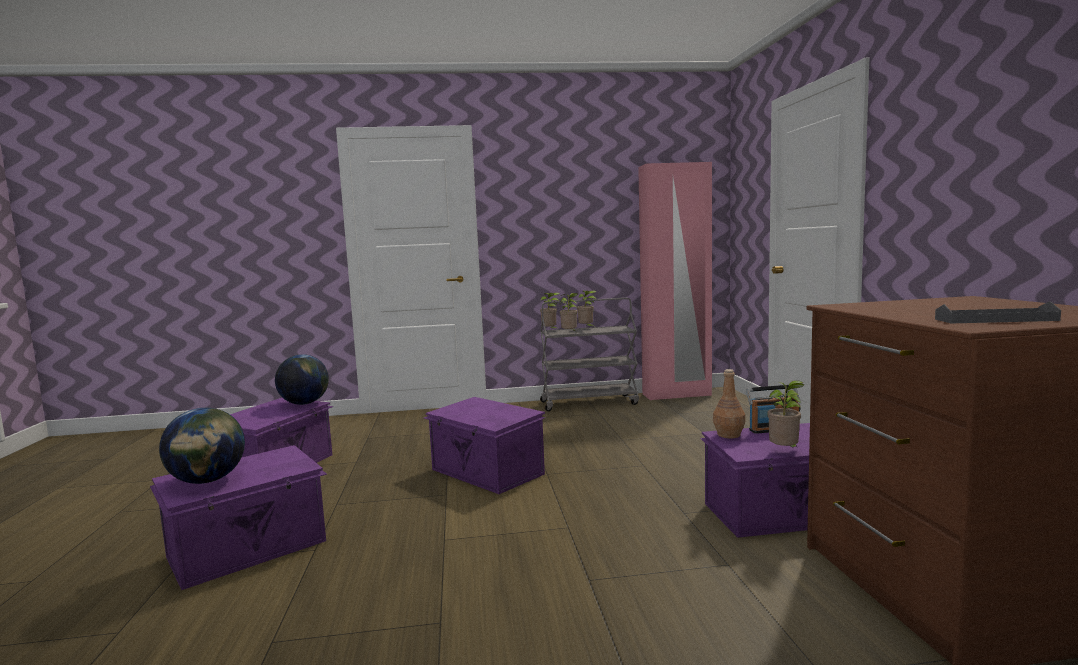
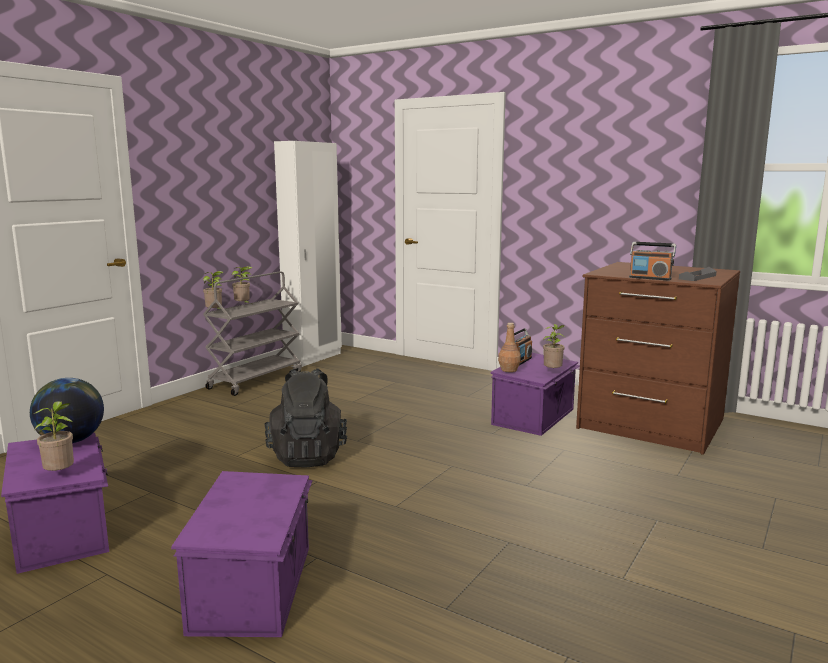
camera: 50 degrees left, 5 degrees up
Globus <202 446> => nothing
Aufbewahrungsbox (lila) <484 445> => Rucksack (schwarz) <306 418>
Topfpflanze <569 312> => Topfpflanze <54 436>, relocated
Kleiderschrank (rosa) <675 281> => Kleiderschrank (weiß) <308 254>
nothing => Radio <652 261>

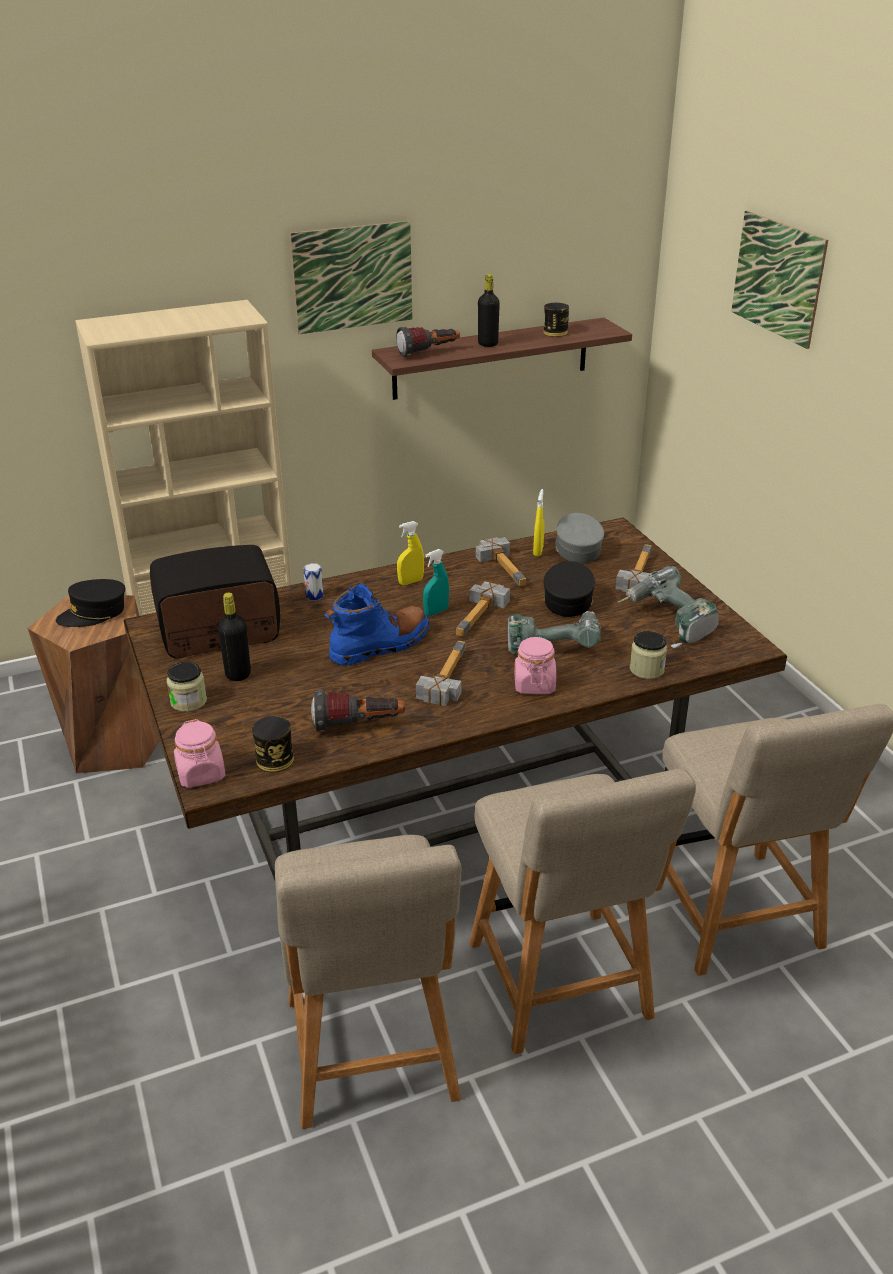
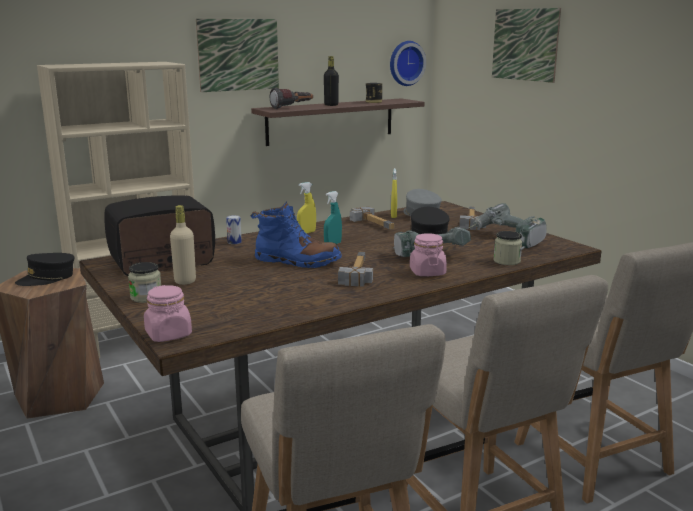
camera: 10 degrees left, 15 degrees down
Flasche (schwarz) <234 637> => Flasche (beige) <183 245>
Dose <273 744> => nothing
Taschenlampe <358 710> => nothing
Stiefel (blau) <377 624> => Stiefel (blau) <296 235>, 60 degrees clockwise
Hammer <483 608> => nothing
nothing => Wanduhr <408 63>

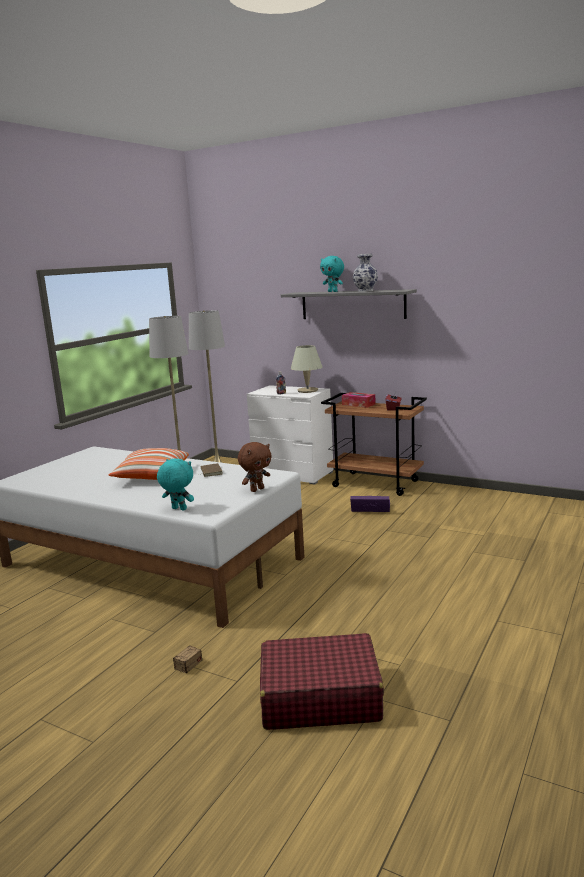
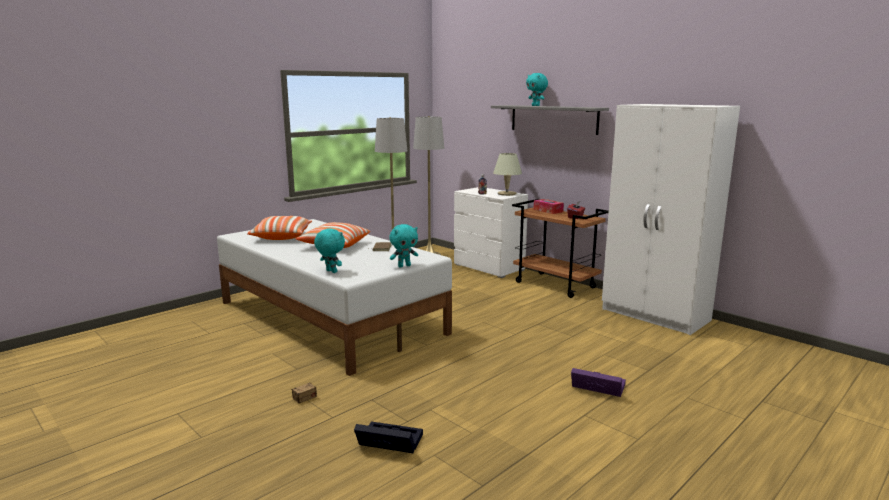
camera: 15 degrees right, 0 degrees up
Plüschtier (braun) <255 467> => Plüschtier (türkis) <403 245>
Koffer (rot) <322 681> => Aufbewahrungsbox (schwarz) <388 437>
Aufbewahrungsbox (lila) <370 504> => Aufbewahrungsbox (lila) <598 382>, relocated
Vase <365 273> => nothing
nothing => Kissen <279 228>
nothing => Kleiderschrank (weiß) <671 219>

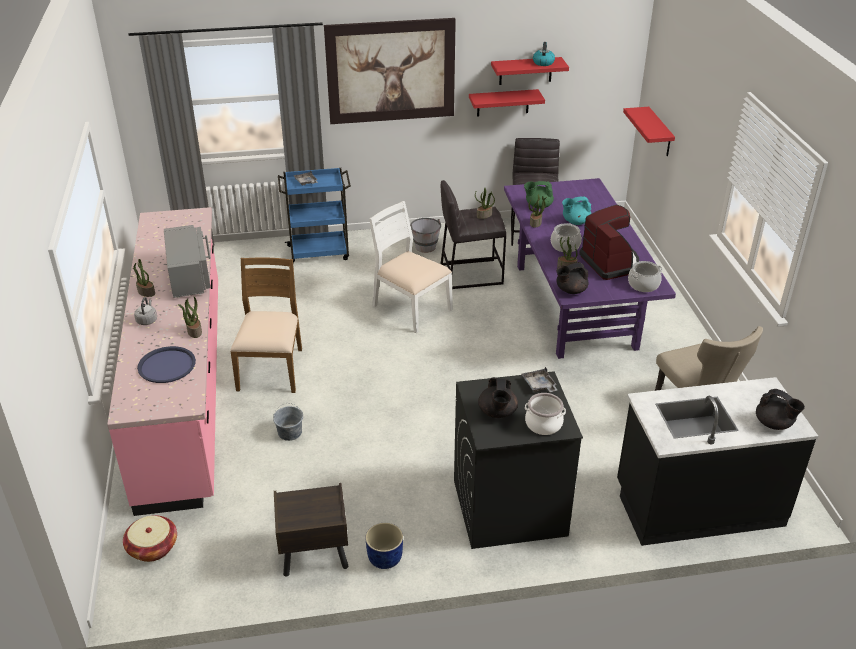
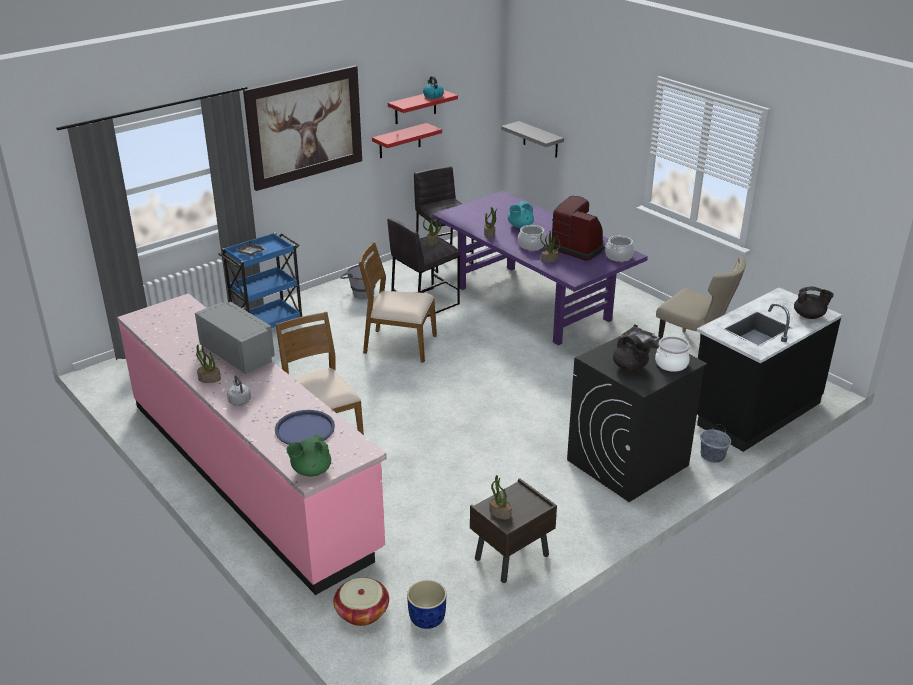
camera: 30 degrees left, 5 degrees down
Topfpflanze <190 317> => Topfpflanze <500 497>, relocated
Eimer (grau) <288 422> => Eimer (grau) <715 443>, relocated
Pflanzkübel (blau) <384 546> => Pflanzkübel (blau) <427 604>, relocated
Stuhl (weiß) <411 267> => Stuhl (braun) <398 302>
Teekanne (grün) <539 195> => Teekanne (grün) <308 455>, relocated
Teekanne (schwarz) <572 278> => nothing
Wandregal (rot) <649 131> => Wandregal (grau) <532 139>

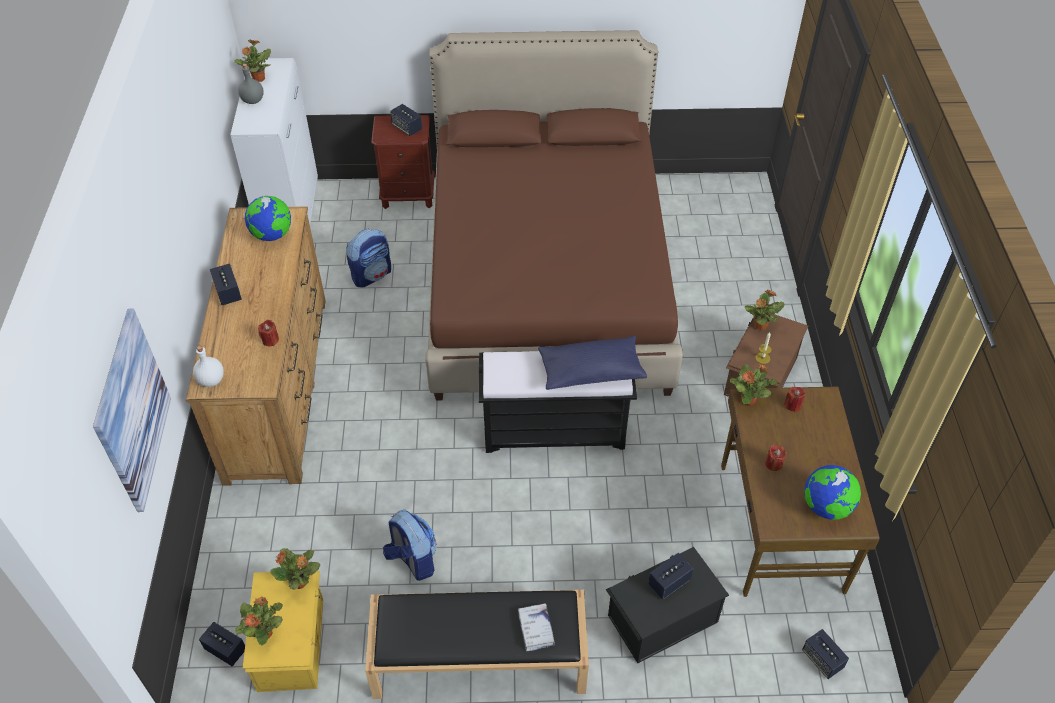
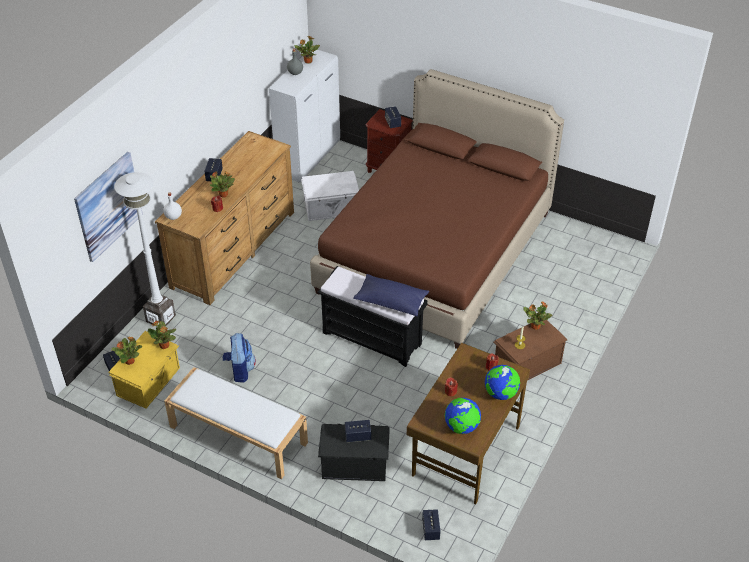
camera: 30 degrees right, 5 degrees down
Globus <268 218> => Globus <502 382>, relocated
Rucksack <368 258> => Aufbewahrungsbox (weiß) <330 196>
Bank (schwarz) <477 644> => Bank (weiß) <236 423>
Buch (weiß) <536 627> => nothing
Topfpflanze <754 385> => Topfpflanze <222 184>, relocated
nothing => Stehlampe (weiß) <145 249>

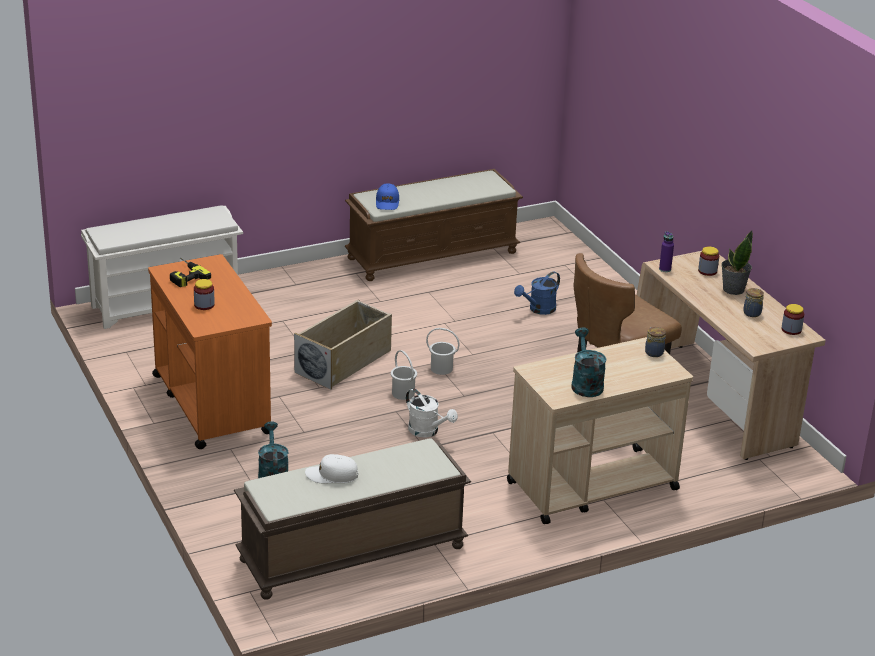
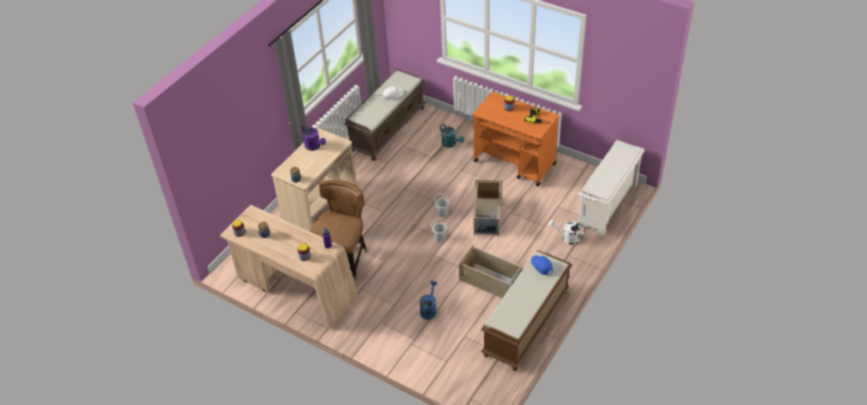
camera: 150 degrees right, 15 degrees up
Gießkanne (weiß) <432 412> => Gießkanne (weiß) <567 232>, relocated
Gießkanne (türkis) <589 362> => Gießkanne (lila) <314 138>
Topfpflanze <737 262> => nothing
nothing => Aufbewahrungsbox (beige) <490 271>

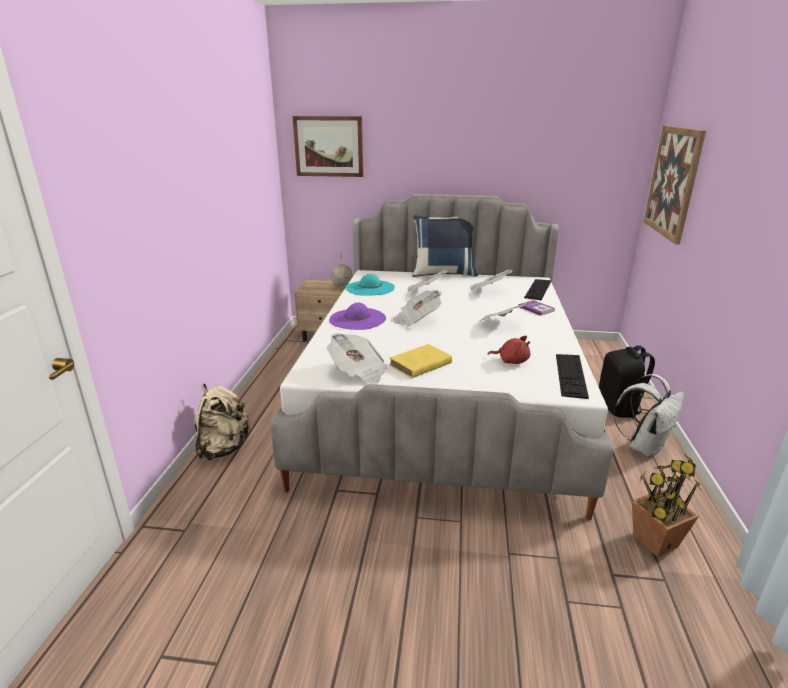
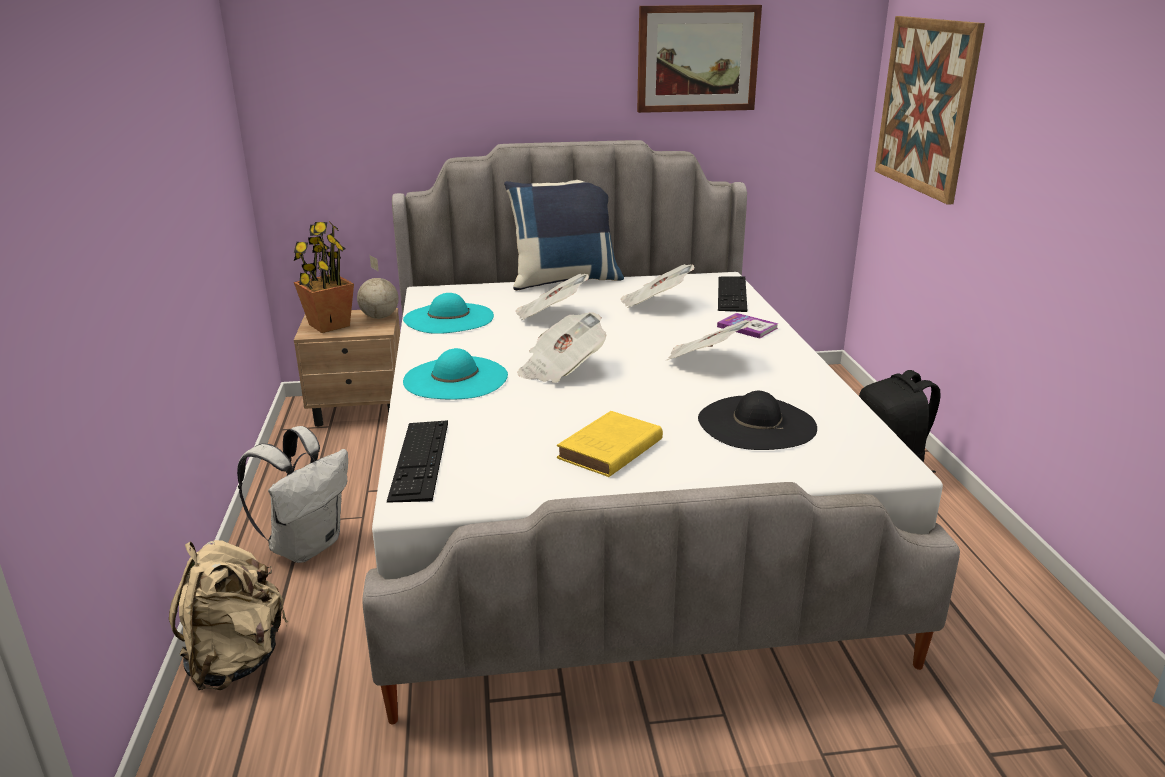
camera: 15 degrees left, 0 degrees up
Bild <328 146> => Bild <699 59>, relocated
Zeitung <357 359> => nothing
Hut (lila) <357 316> => Hut (türkis) <455 374>
Plüschtier (rot) <509 350> => Hut (schwarz) <757 420>
Tastatur <572 376> => Tastatur <417 461>, relocated
Rucksack (weiß) <649 415> => Rucksack (weiß) <292 494>, relocated
Topfpflanze <667 505> => Topfpflanze <324 277>, relocated

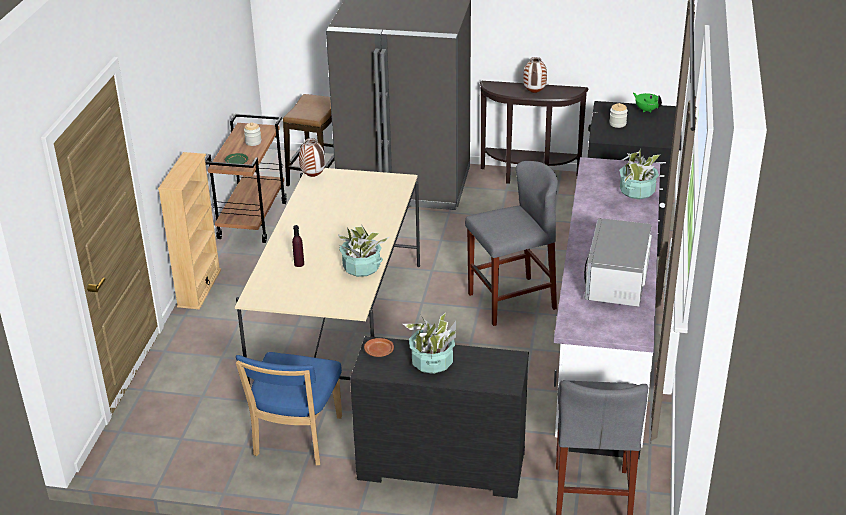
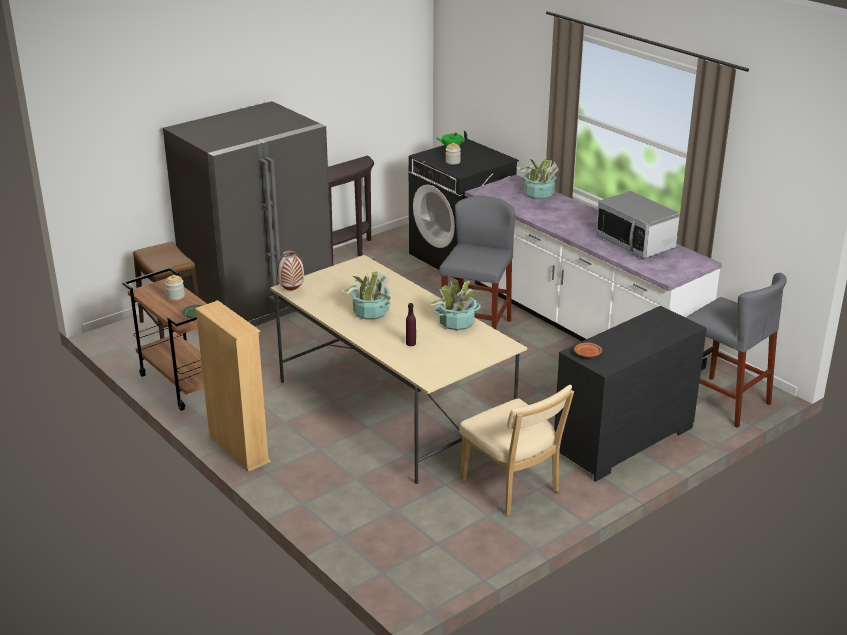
camera: 50 degrees left, 5 degrees down
Stuhl (blau) <289 408> => Stuhl (beige) <516 450>
Topfpflanze <429 343> => Topfpflanze <366 295>, relocated
Vase <535 75> => nothing

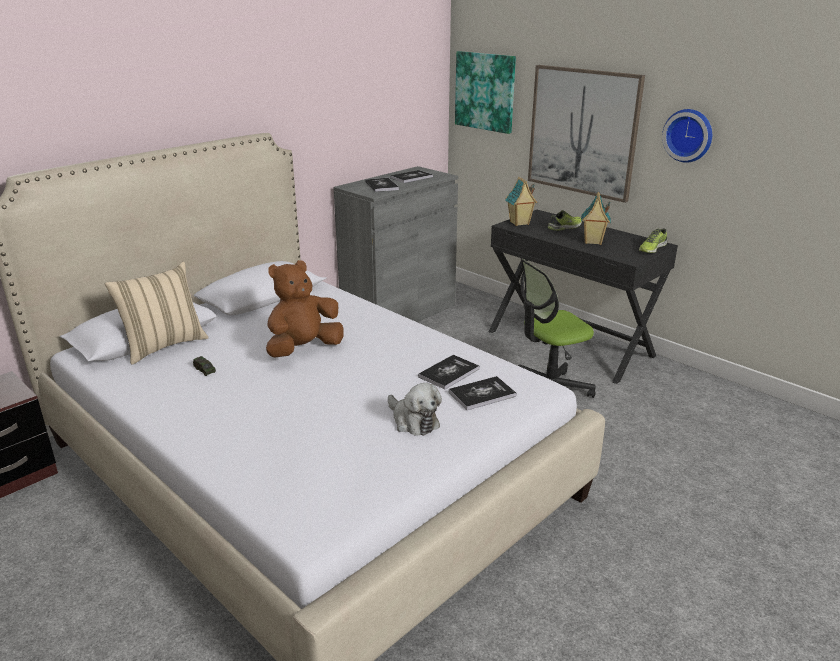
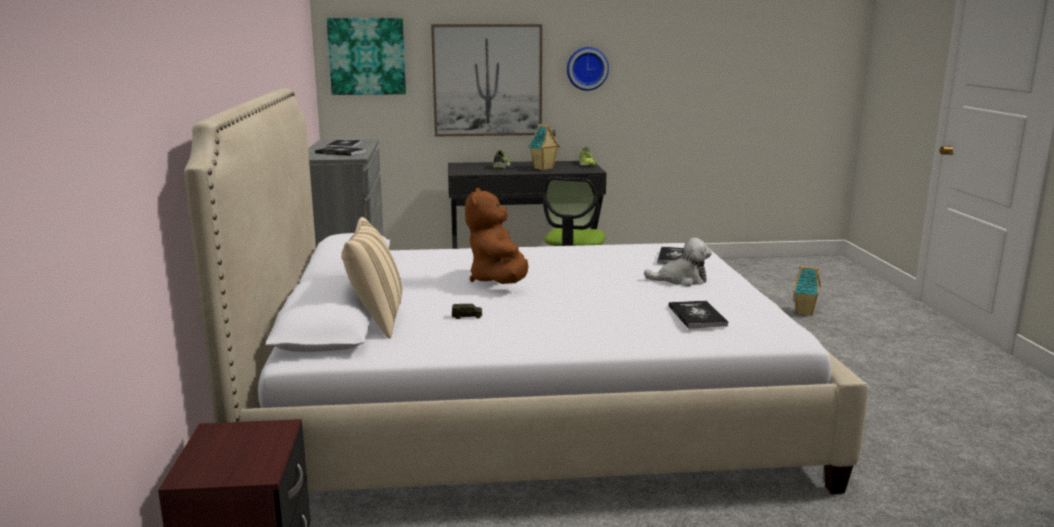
camera: 50 degrees left, 10 degrees down
Buch <448 372> => Buch <698 314>, relocated
Spielzeughaus <521 201> => Spielzeughaus <807 291>, relocated

